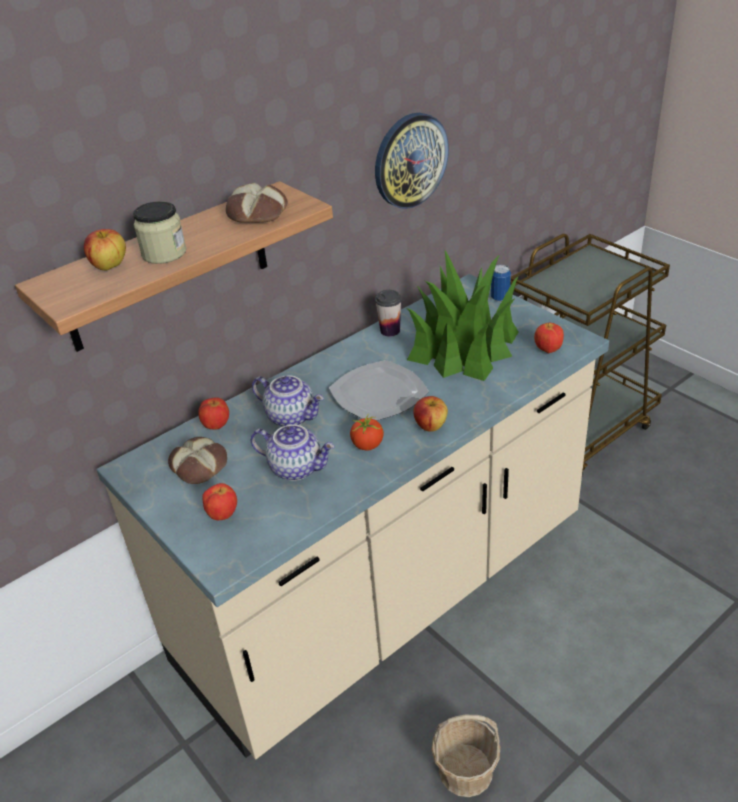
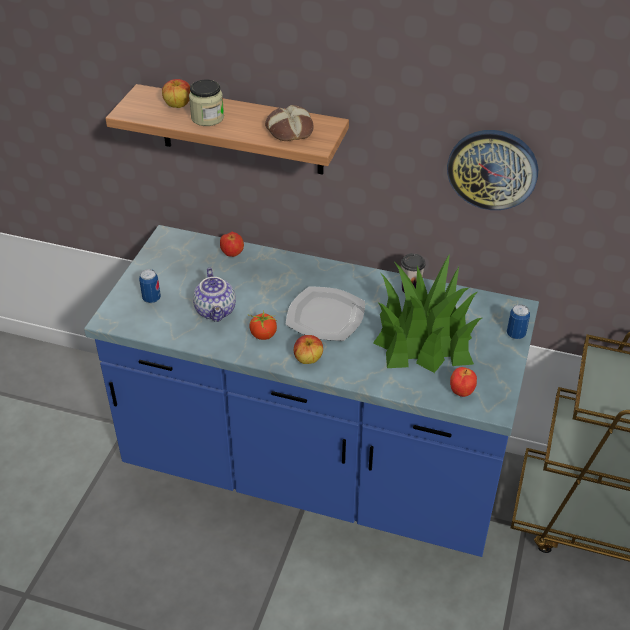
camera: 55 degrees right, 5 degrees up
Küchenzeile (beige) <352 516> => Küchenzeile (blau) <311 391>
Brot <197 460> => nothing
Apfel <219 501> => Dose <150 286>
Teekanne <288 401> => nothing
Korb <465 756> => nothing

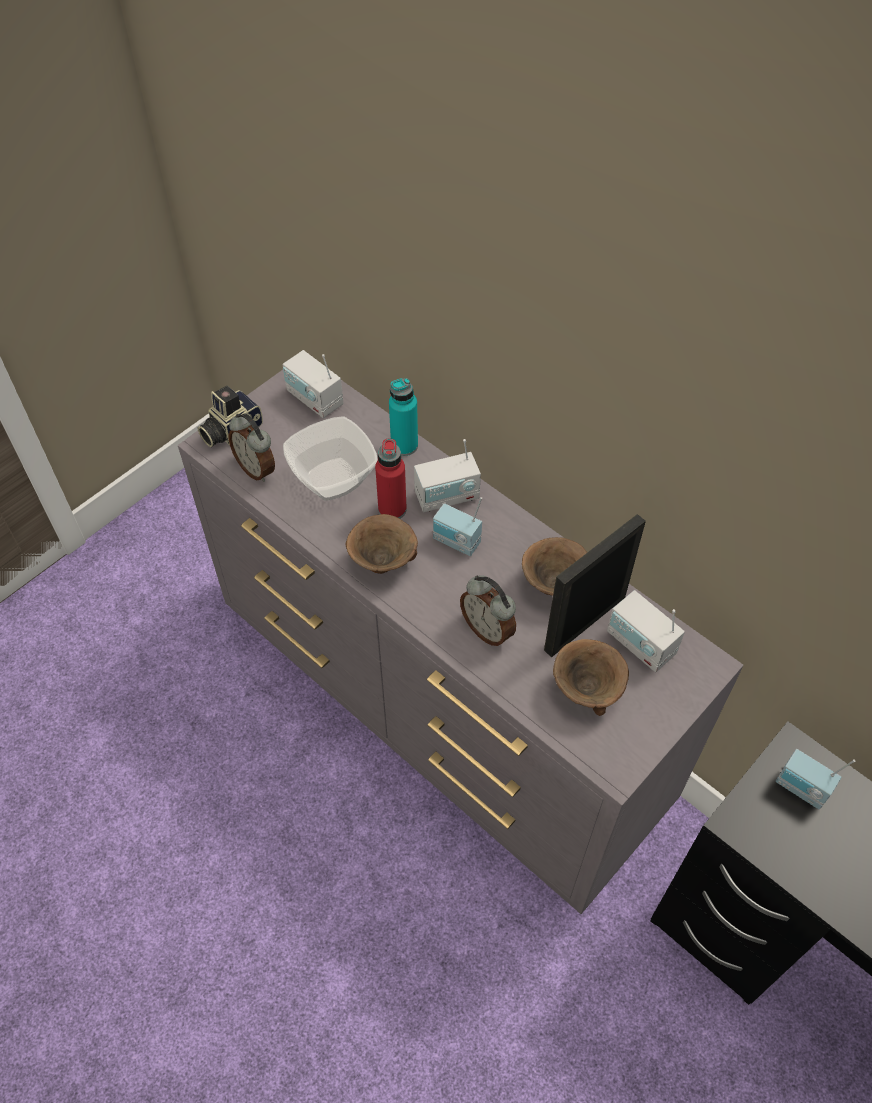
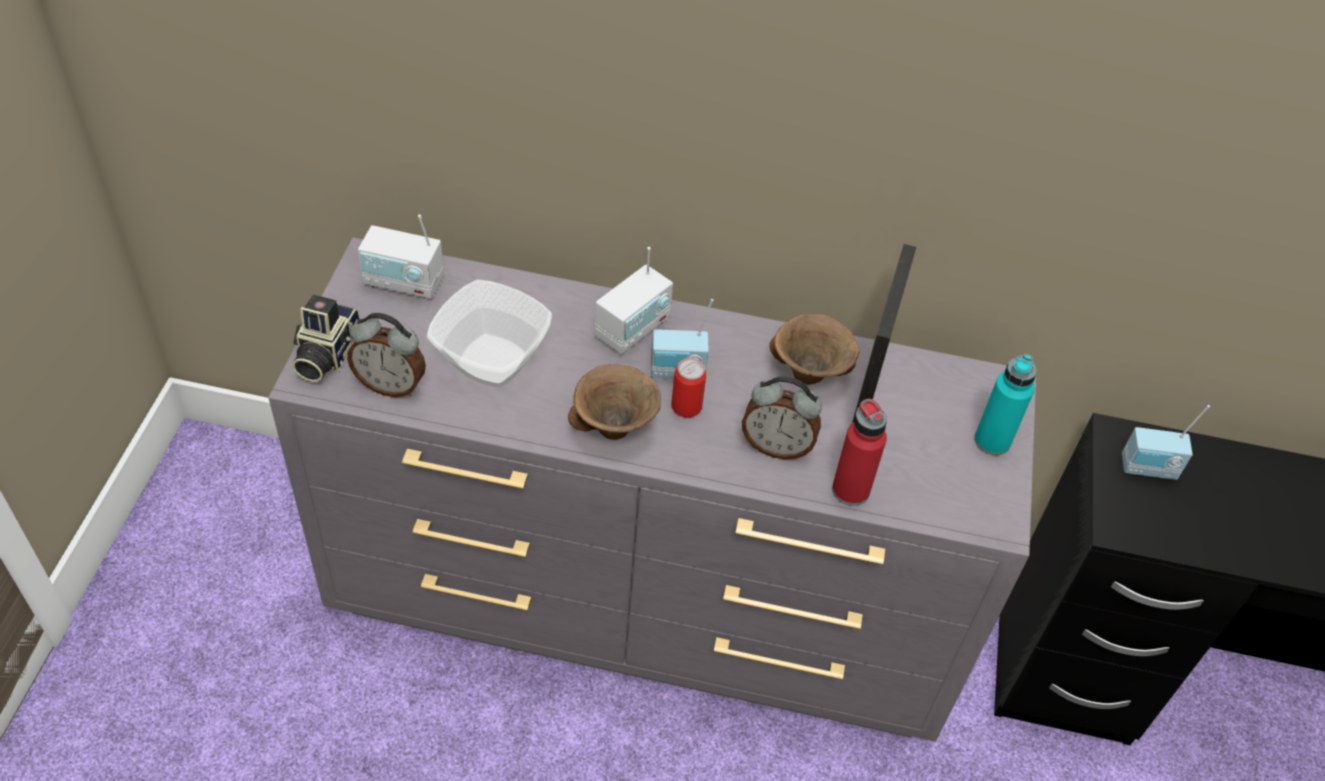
camera: 35 degrees left, 5 degrees down
Flasche (rot) <391 478> => Flasche (rot) <859 452>, relocated
Flasche (türkis) <403 417> => Flasche (türkis) <1005 404>, relocated
Schüssel (braun) <591 677> => nothing
Radio <646 631> => nothing
nothing => Dose <688 387>

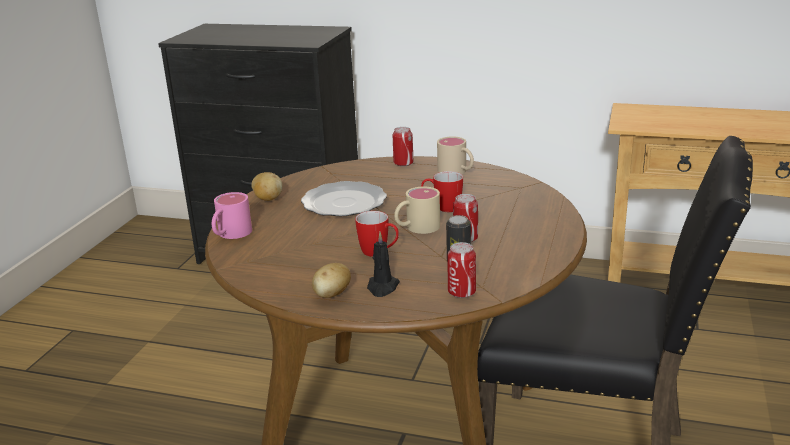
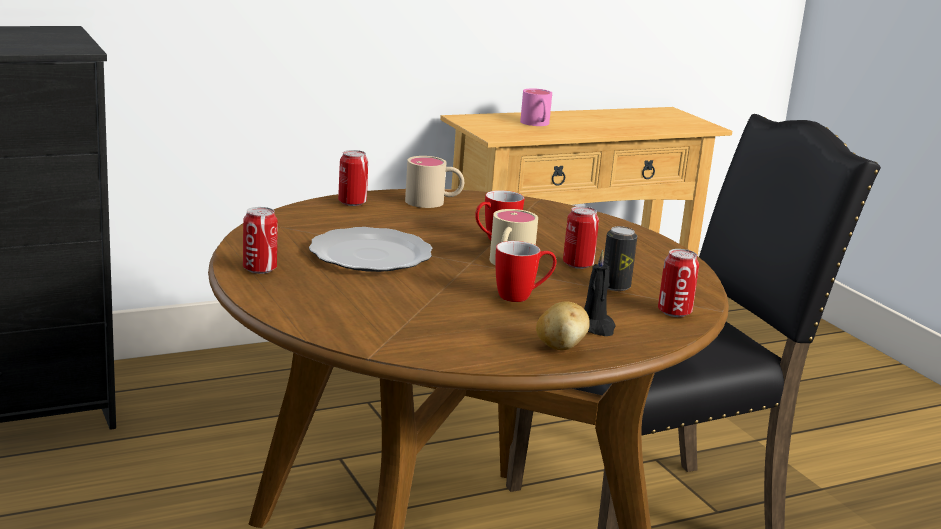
camera: 45 degrees left, 5 degrees down
Henkelbecher (rosa) <232 215> => Henkelbecher (rosa) <536 107>, relocated
Kartoffel <266 186> => Dose <260 240>

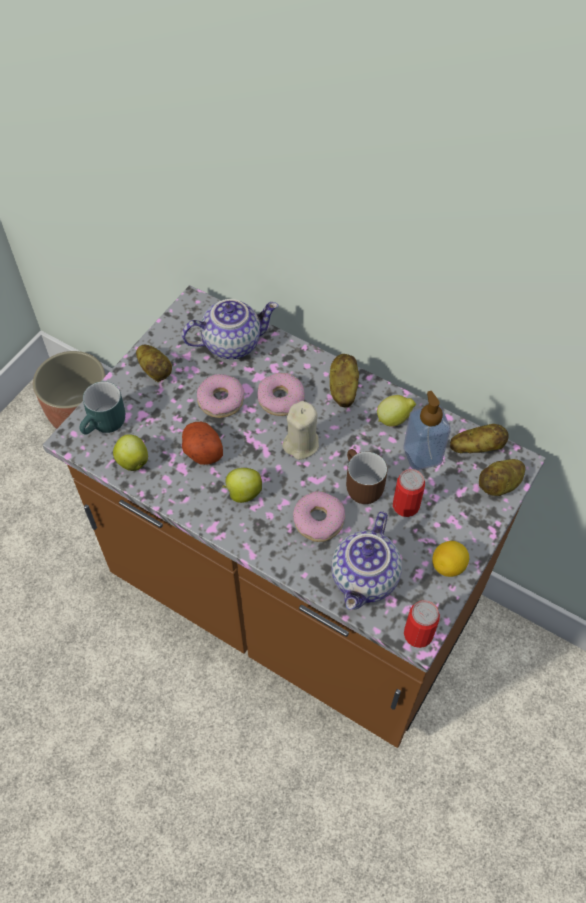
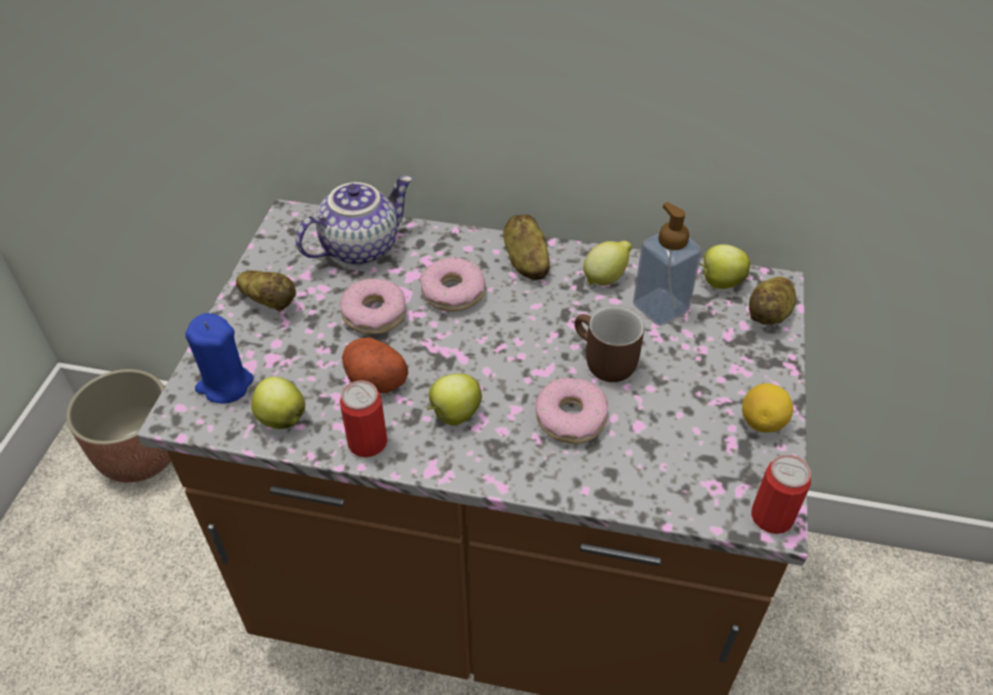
camera: 20 degrees left, 10 degrees down
Henkelbecher (türkis) <102 408> => Kerze (blau) <219 358>
Kerze (beige) <301 430> => nothing
Teekanne <366 560> => nothing
Dose <409 493> => Dose <364 418>, relocated
Kartoffel <479 438> => Apfel <724 266>

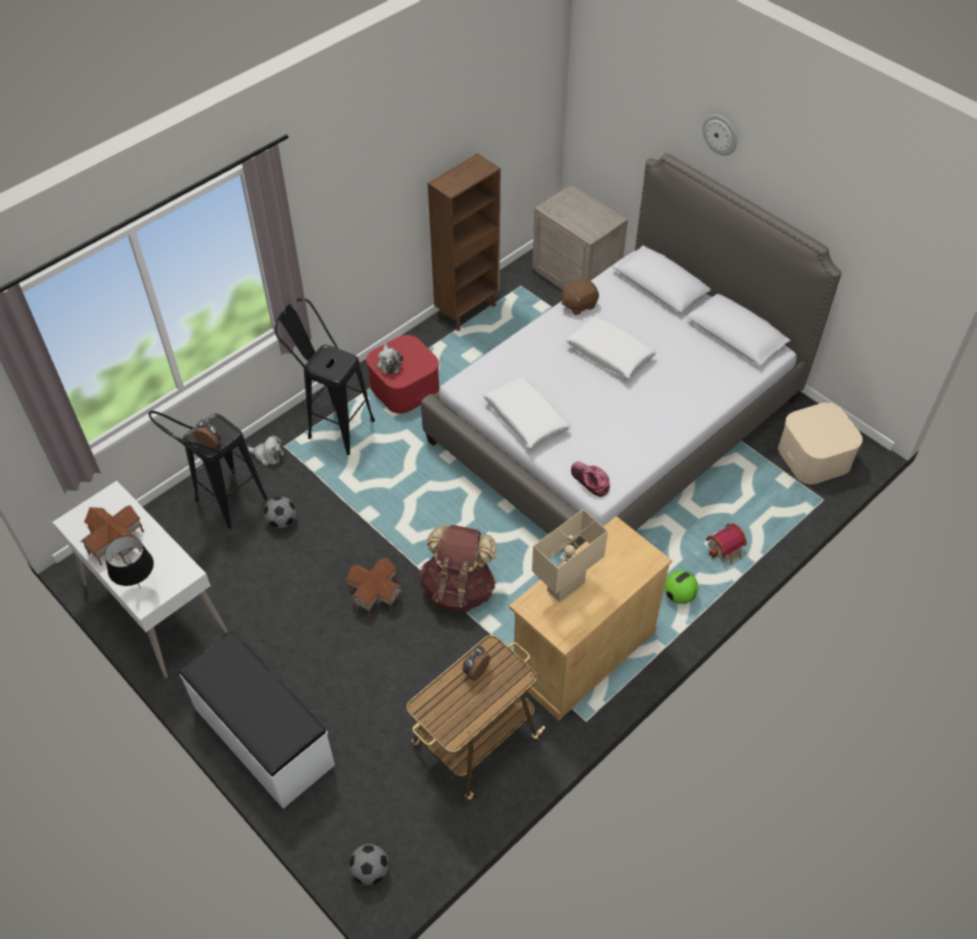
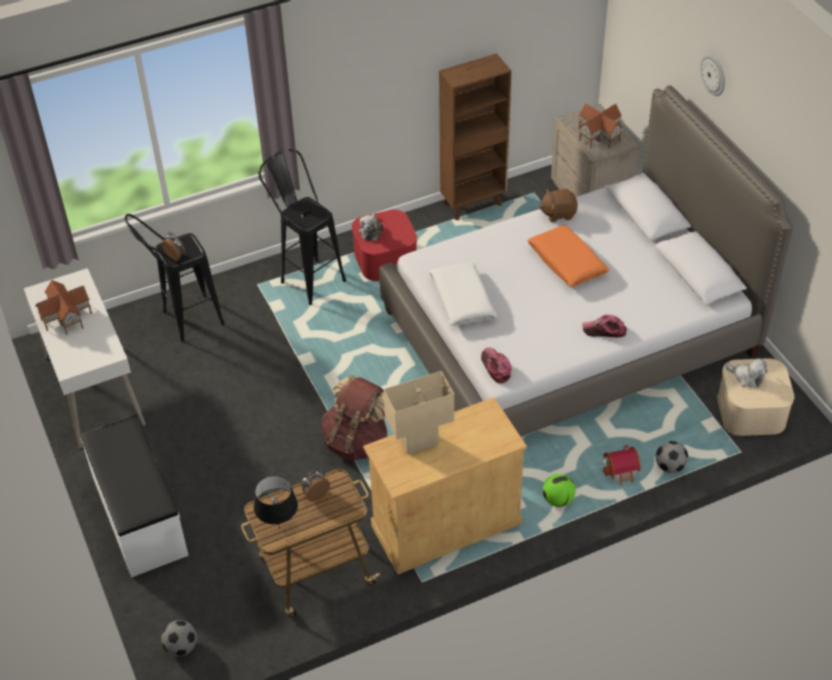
camera: 20 degrees right, 5 degrees down
Tischlampe (schwarz) <129 562> => Tischlampe (schwarz) <276 502>, relocated
Plüschtier <265 450> => Plüschtier <746 373>, relocated
Fußball <280 512> => Fußball <672 457>, relocated
Spielzeughaus <374 587> => Spielzeughaus <600 125>, relocated
Kissen (weiß) <611 347> => Kissen (orange) <568 256>
nothing => Kappe <604 326>

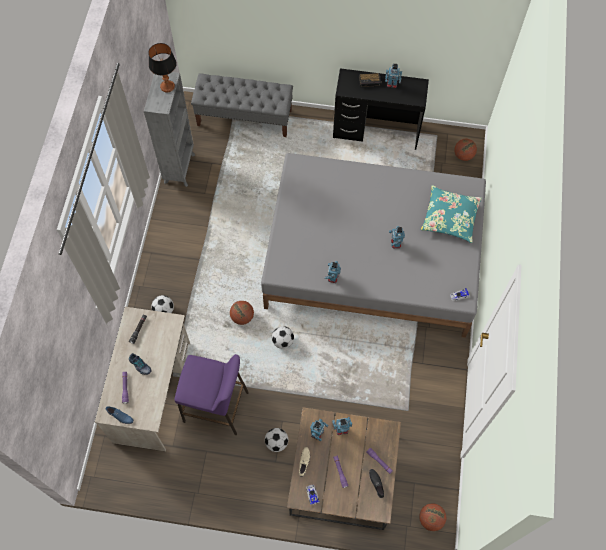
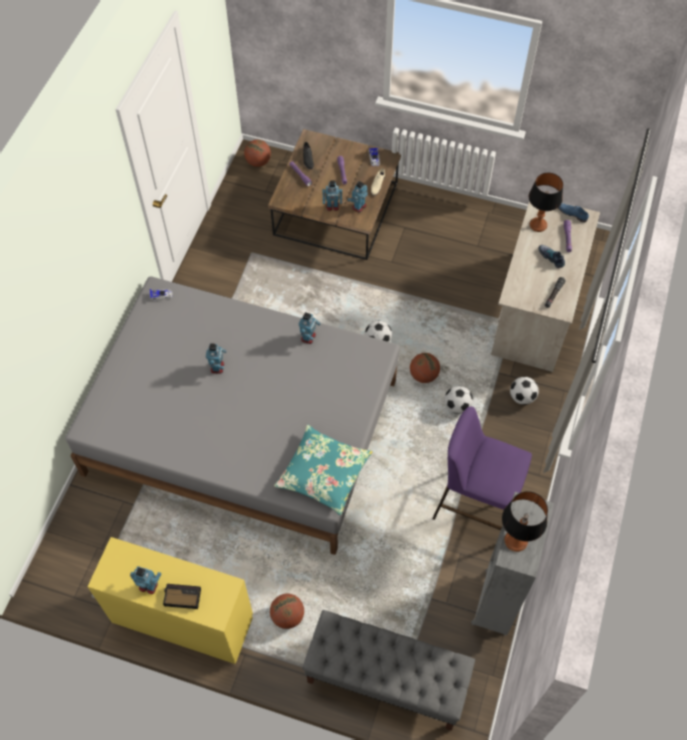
camera: 170 degrees left, 5 degrees down
Hocker (lila) <211 394> => Hocker (lila) <482 468>, relocated
Fußball <276 440> => Fußball <458 400>, relocated
Schreibtisch (schwarz) <381 109> => Schreibtisch (gelb) <170 600>
Kissen (türkis) <451 214> => Kissen (türkis) <323 469>, relocated
Basketball <465 150> => Basketball <287 611>, relocated
nothing => Tischlampe <546 202>

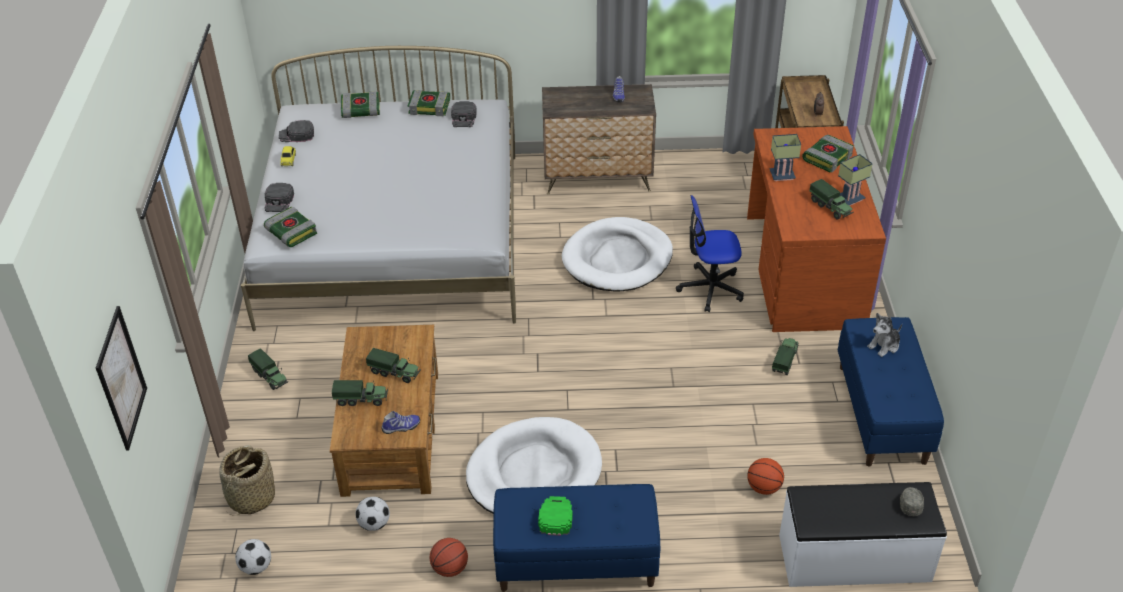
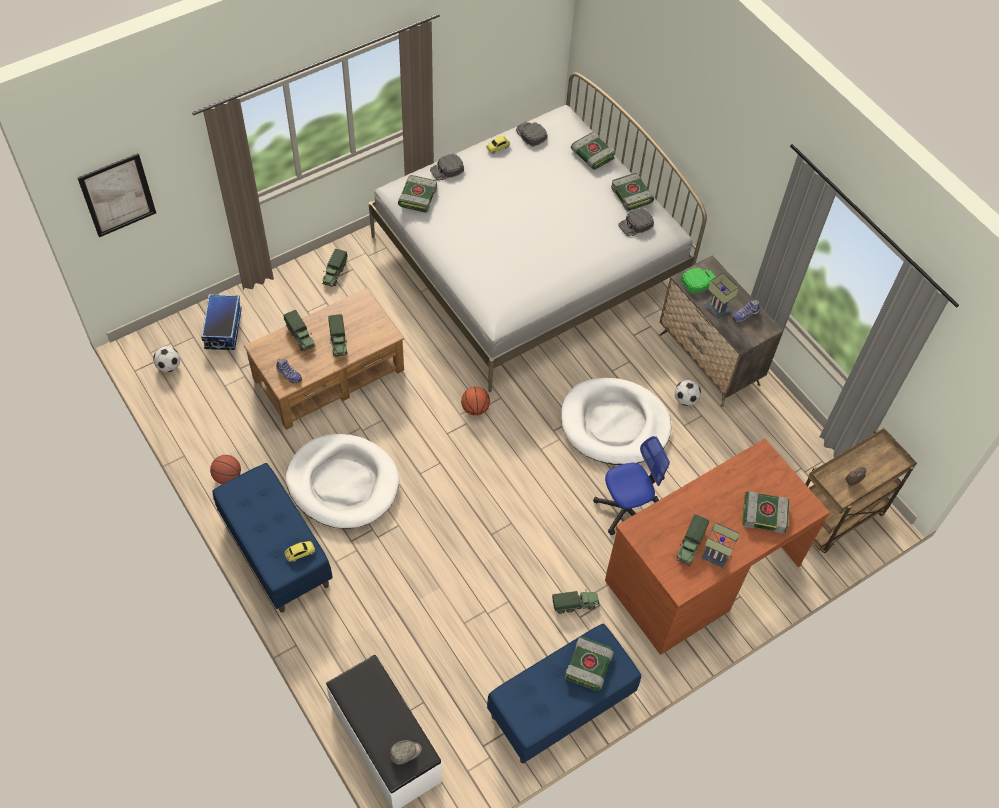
camera: 55 degrees right, 15 degrees up
Korb <247 480> => Aufbewahrungsbox <221 322>
Fußball <373 514> => Fußball <688 393>, relocated
Kappe (grün) <555 516> => Kappe (grün) <698 281>, relocated
Bürostuhl <710 253> => Bürostuhl <631 485>, 105 degrees clockwise
Basketball <765 476> => Basketball <475 401>, relocated
Tischlampe <785 157> => Tischlampe <721 295>, relocated
Plüschtier <884 335> => Buch <589 663>
nothing => Spielzeugauto <300 551>

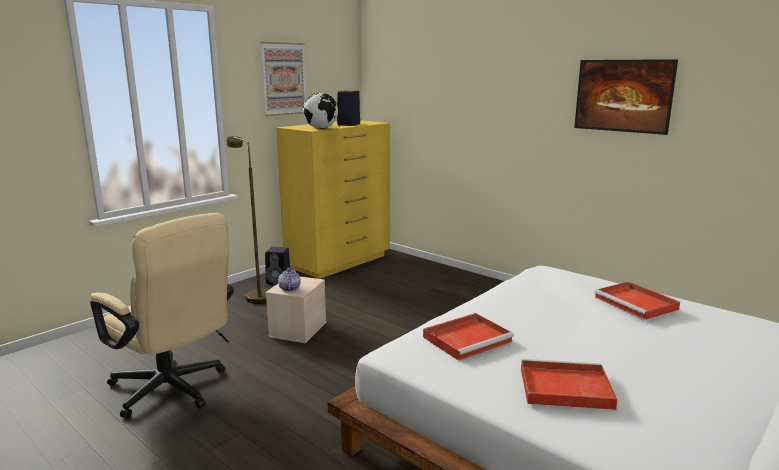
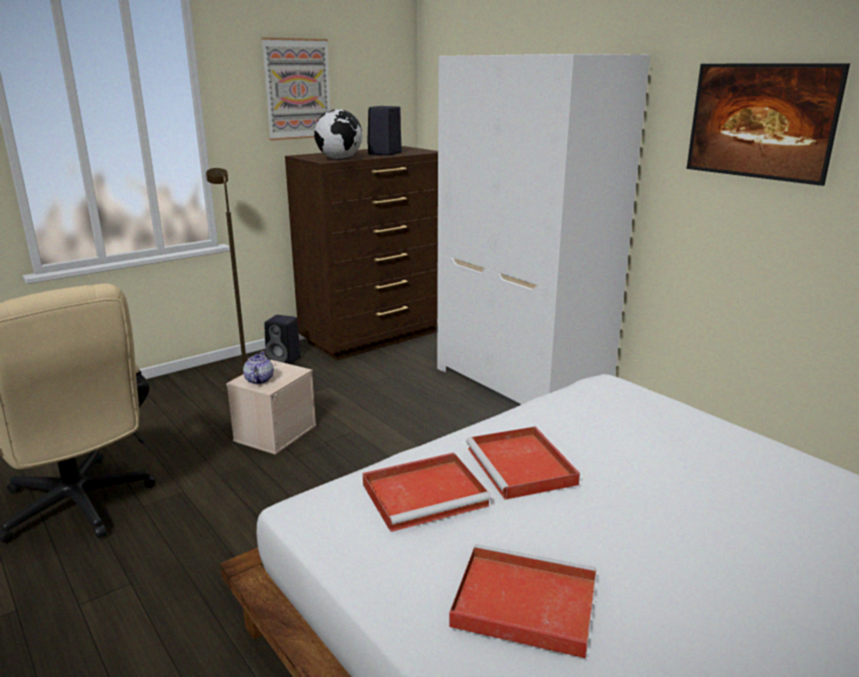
camera: 10 degrees right, 5 degrees up
Kommode (gelb) <333 199> => Kommode (braun) <361 253>
Tablett (rot) <637 301> => Tablett (rot) <523 463>, relocated
nothing => Kleiderschrank (weiß) <543 229>

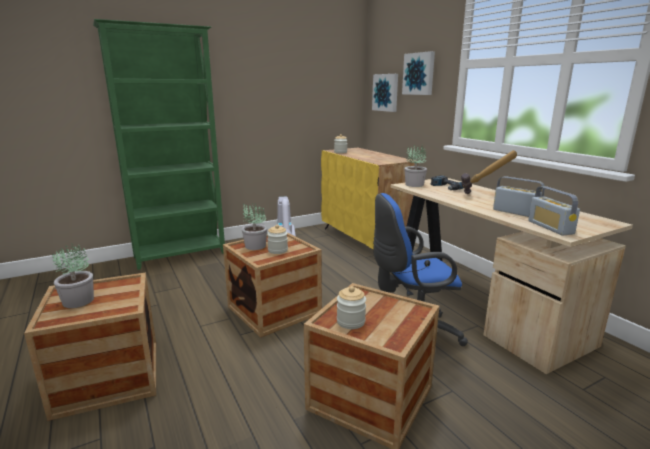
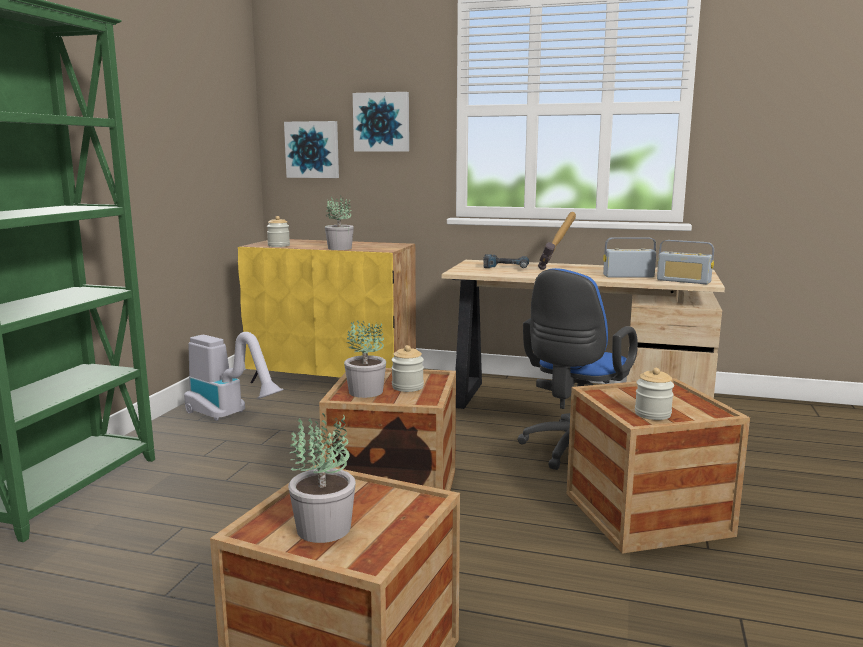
camera: 45 degrees left, 5 degrees down
Topfpflanze <415 165> => Topfpflanze <339 222>, relocated

